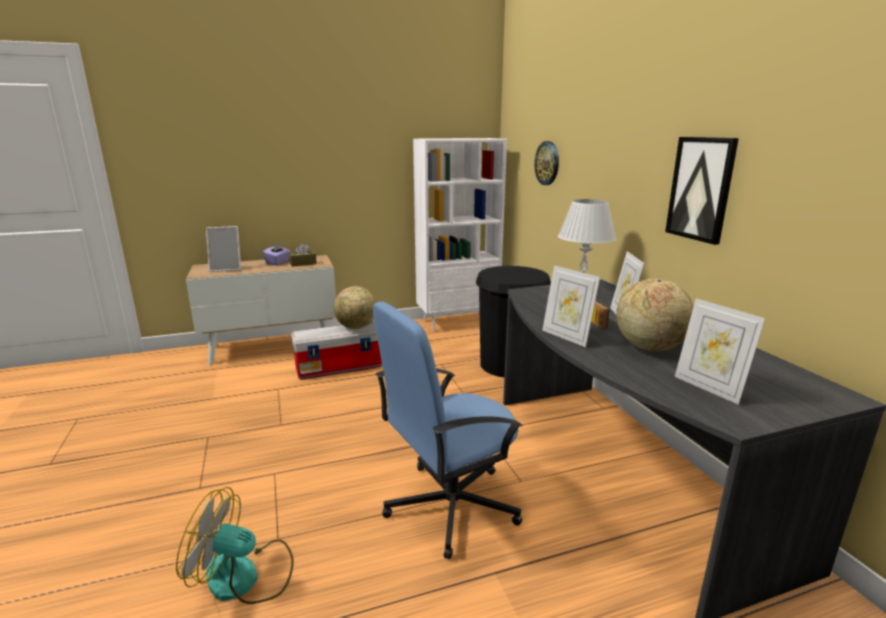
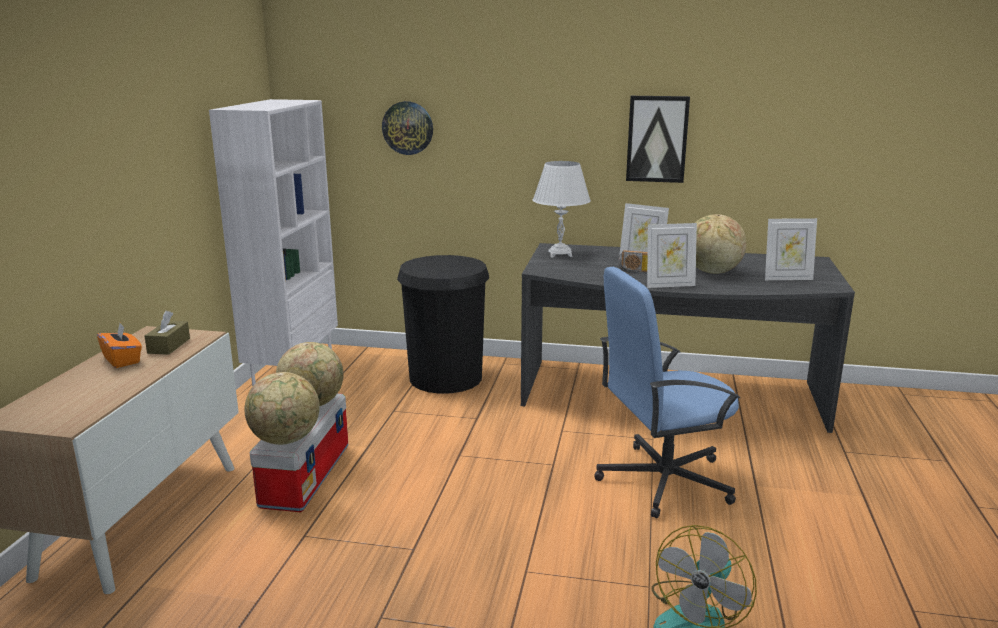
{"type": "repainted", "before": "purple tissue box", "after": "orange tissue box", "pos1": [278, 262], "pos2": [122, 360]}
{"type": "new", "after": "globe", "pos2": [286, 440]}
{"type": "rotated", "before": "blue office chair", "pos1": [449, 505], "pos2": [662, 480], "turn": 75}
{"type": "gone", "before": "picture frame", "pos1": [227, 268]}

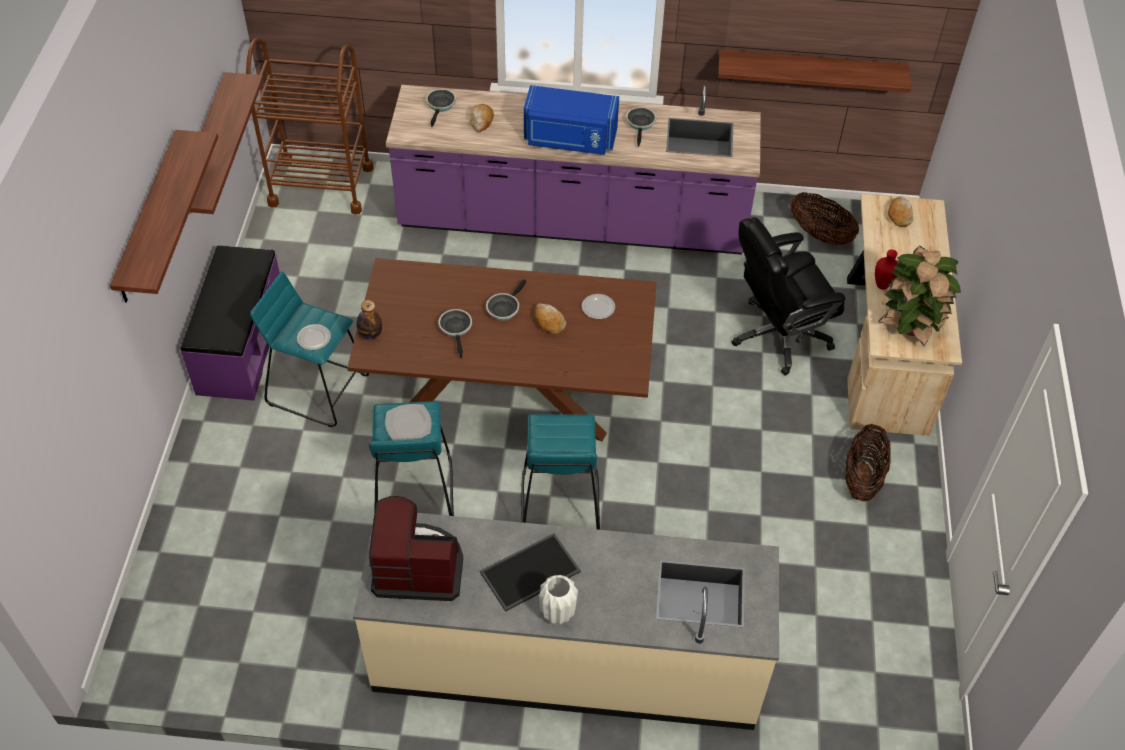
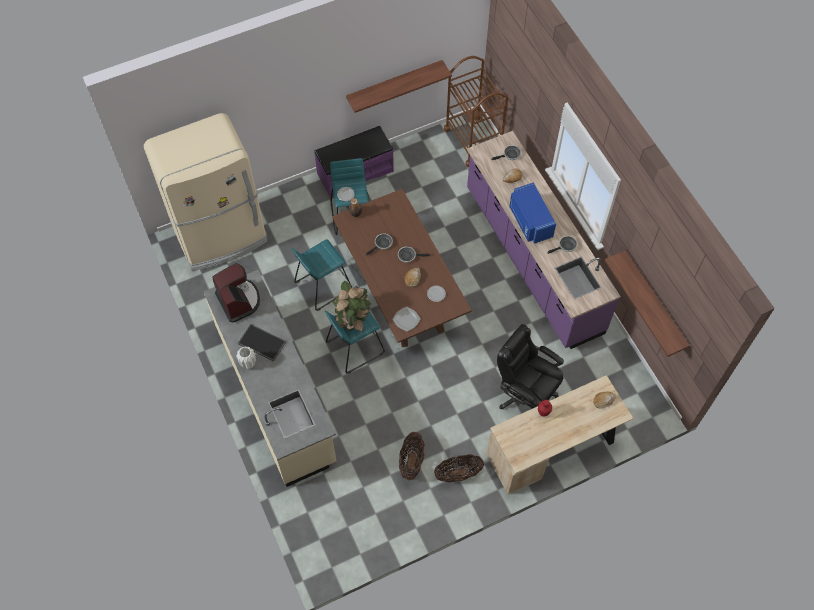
{"type": "new", "after": "beige fridge", "pos2": [221, 237]}
{"type": "shifted", "before": "potted plant", "pos1": [910, 325], "pos2": [352, 320]}
{"type": "shifted", "before": "plate", "pos1": [409, 424], "pos2": [406, 320]}
{"type": "shifted", "before": "basket", "pos1": [820, 235], "pos2": [411, 461]}
{"type": "gone", "before": "shelf", "pos1": [148, 218]}

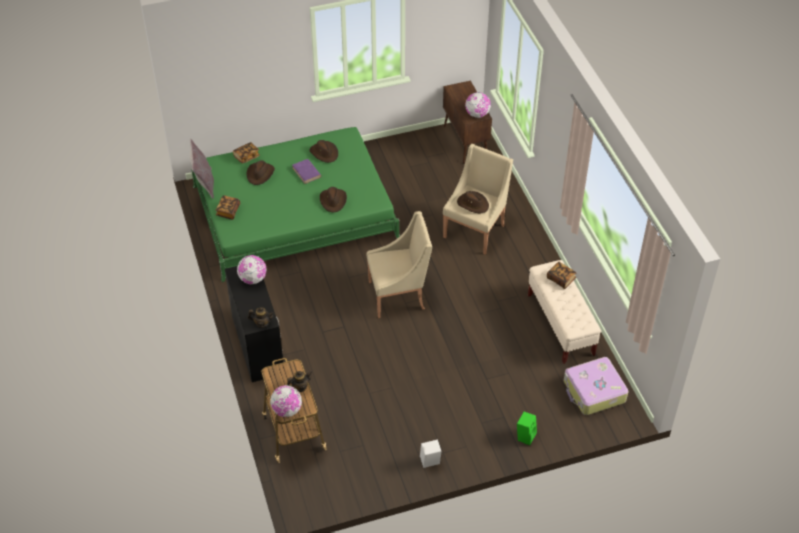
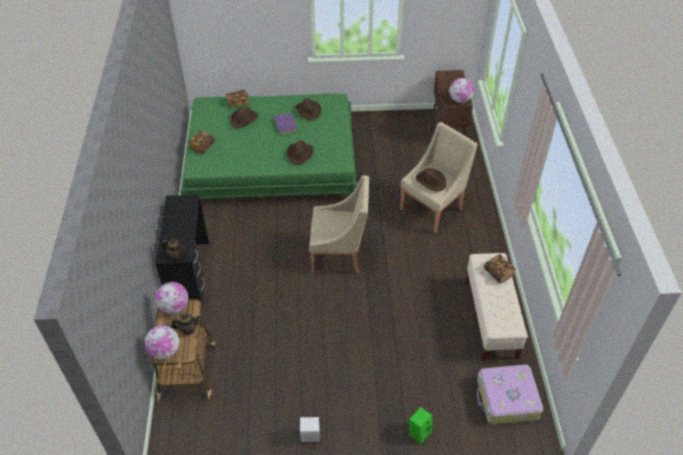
{"type": "shifted", "before": "globe", "pos1": [253, 279], "pos2": [174, 307]}
{"type": "gone", "before": "grey pillow", "pos1": [204, 184]}

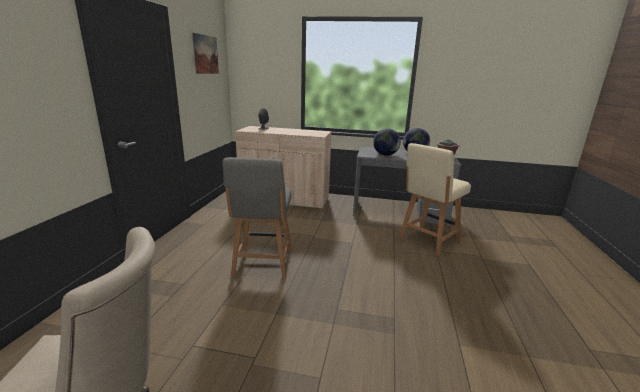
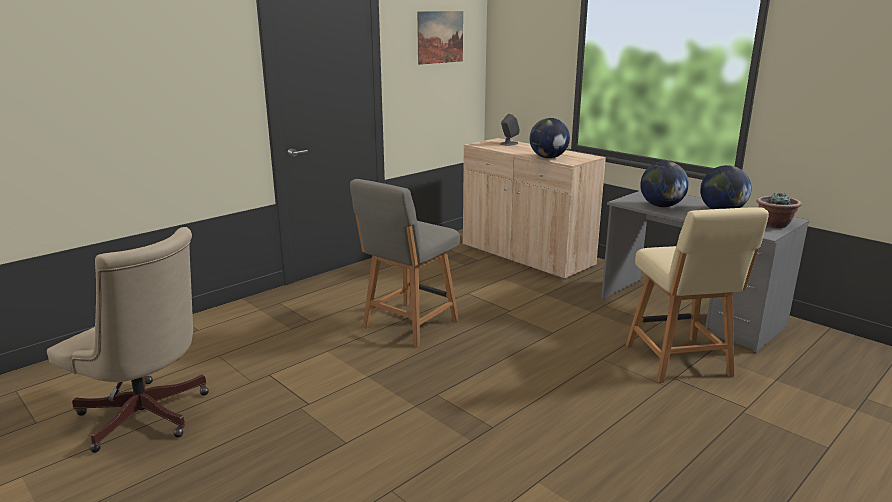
{"type": "new", "after": "globe", "pos2": [548, 157]}
{"type": "rotated", "before": "beige chair", "pos1": [427, 241], "pos2": [679, 362], "turn": -90}

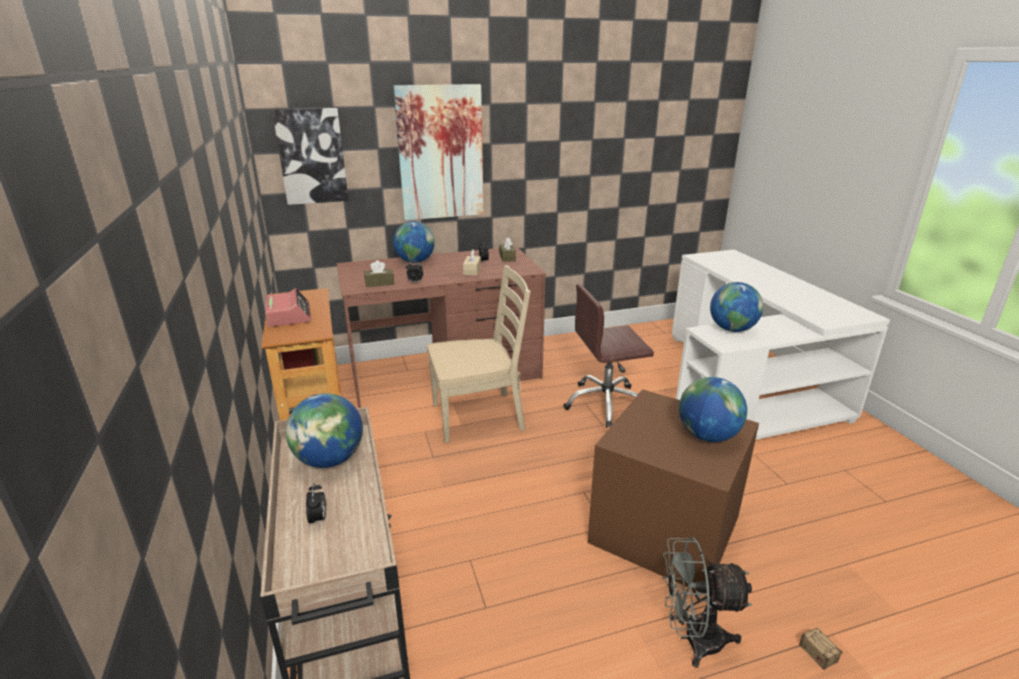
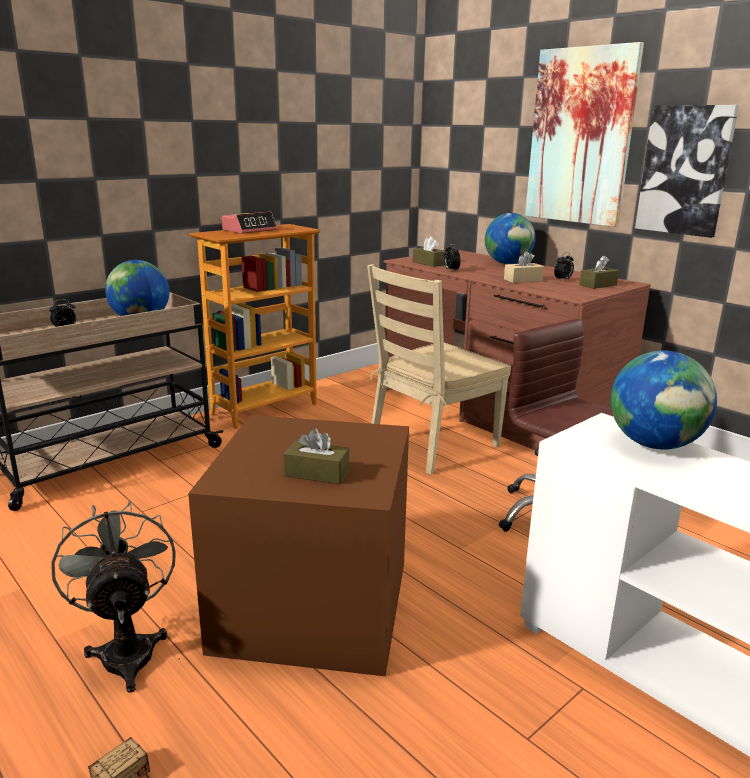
{"type": "swapped", "before": "globe", "after": "brown tissue box", "pos1": [707, 436], "pos2": [317, 473]}
{"type": "rotated", "before": "beige chair", "pos1": [478, 416], "pos2": [433, 444], "turn": 90}
{"type": "shifted", "before": "picture", "pos1": [312, 156], "pos2": [685, 170]}

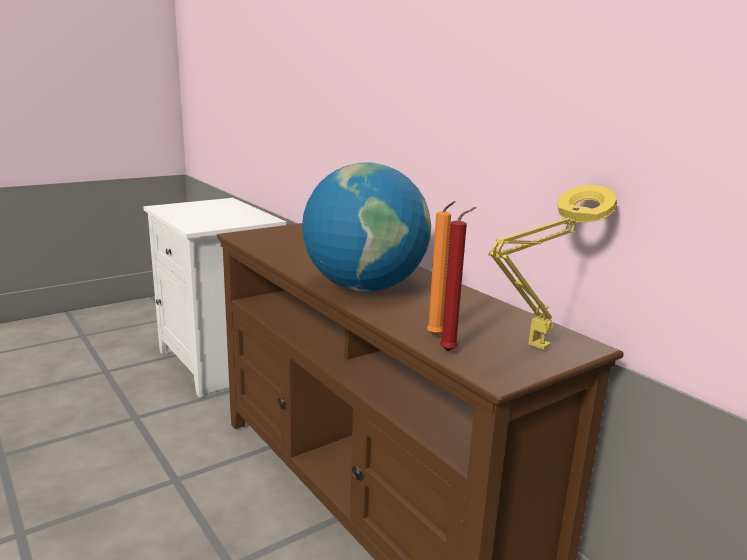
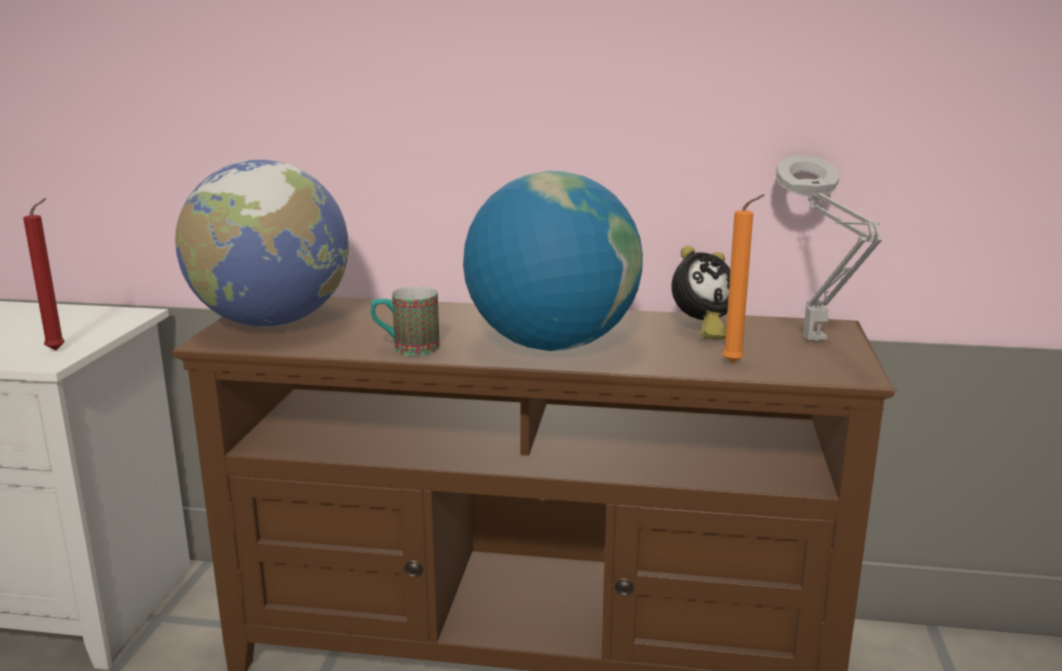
{"type": "shifted", "before": "red candle", "pos1": [451, 351], "pos2": [59, 349]}
{"type": "new", "after": "globe", "pos2": [271, 323]}
{"type": "new", "after": "mug", "pos2": [406, 348]}
{"type": "new", "after": "alarm clock", "pos2": [701, 330]}
{"type": "repainted", "before": "yellow table lamp", "after": "grey table lamp", "pos1": [535, 349], "pos2": [816, 342]}

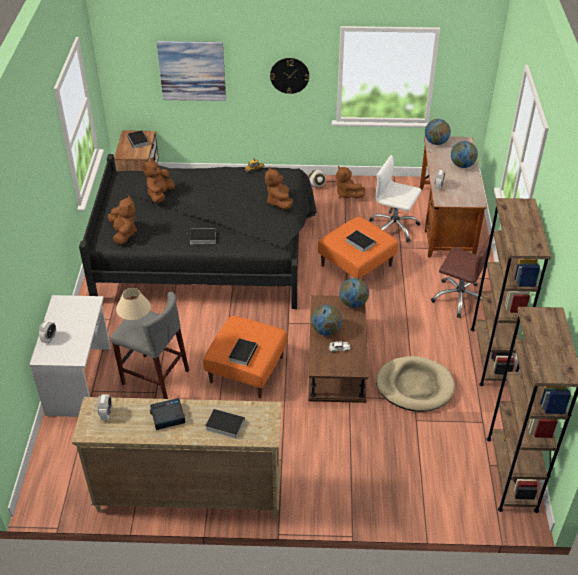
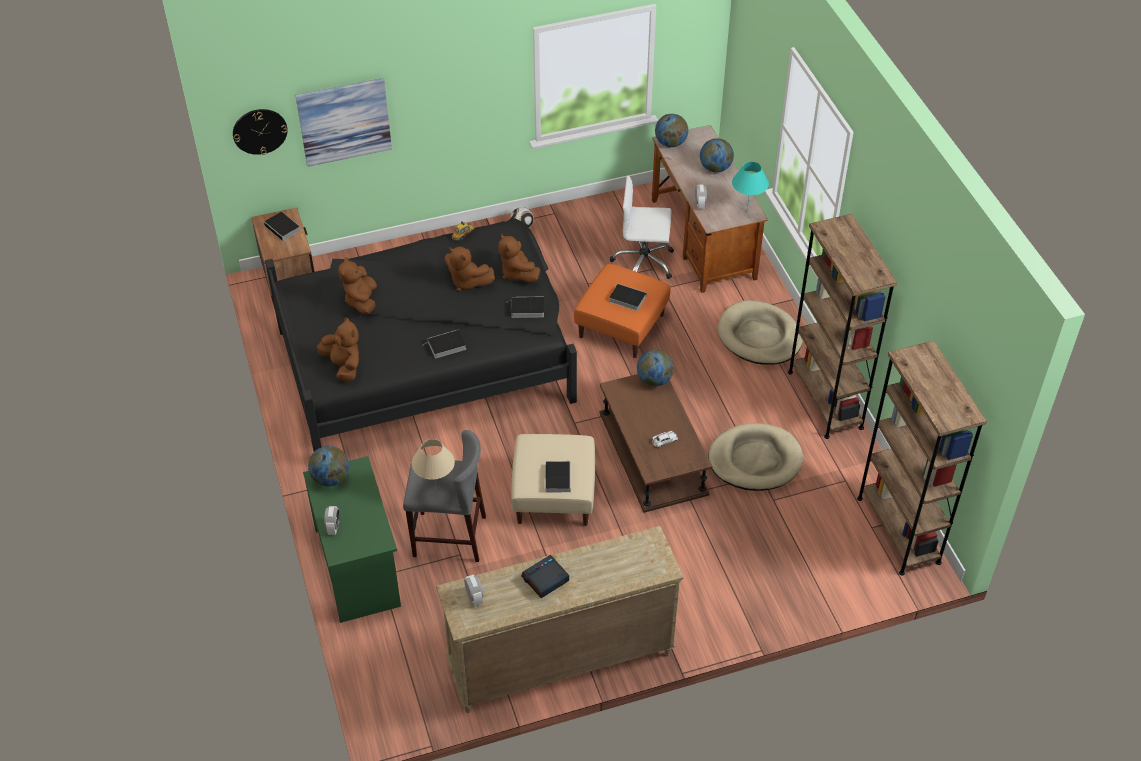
{"type": "shifted", "before": "wall clock", "pos1": [289, 75], "pos2": [260, 131]}
{"type": "repainted", "before": "white desk", "after": "green desk", "pos1": [80, 380], "pos2": [358, 567]}
{"type": "shifted", "before": "globe", "pos1": [326, 330], "pos2": [330, 478]}
{"type": "shifted", "before": "brown plush toy", "pos1": [347, 194], "pos2": [467, 281]}
{"type": "shifted", "before": "book", "pos1": [223, 425], "pos2": [526, 309]}
{"type": "repainted", "before": "orange ottoman", "after": "beige ottoman", "pos1": [247, 370], "pos2": [554, 495]}
{"type": "swapped", "before": "brown office chair", "after": "beige dog bed", "pos1": [459, 298], "pos2": [759, 336]}
{"type": "new", "after": "turquoise table lamp", "pos2": [747, 211]}

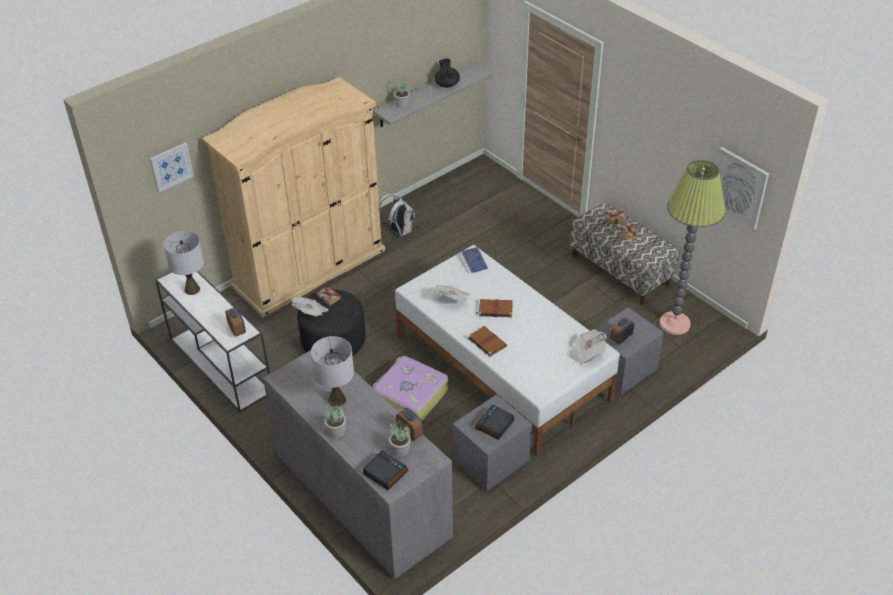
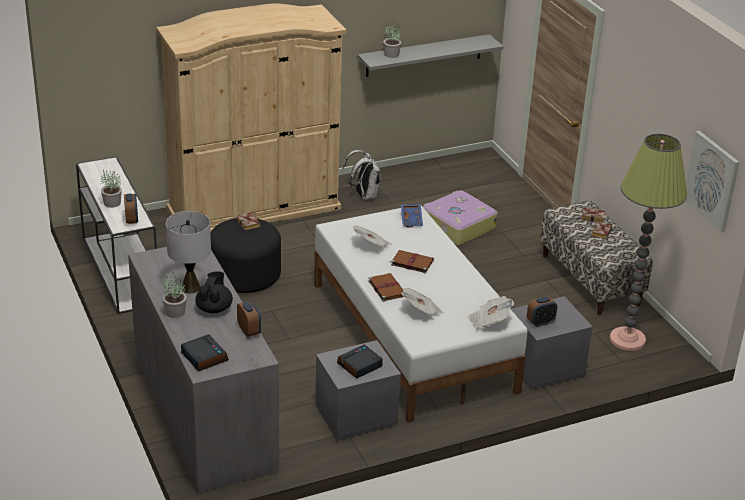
{"type": "shifted", "before": "potted plant", "pos1": [400, 449], "pos2": [111, 203]}
{"type": "shifted", "before": "black teapot", "pos1": [447, 84], "pos2": [214, 308]}
{"type": "shifted", "before": "newspaper", "pos1": [310, 313], "pos2": [421, 311]}
{"type": "shifted", "before": "suitcase", "pos1": [409, 396], "pos2": [457, 226]}
{"type": "gone", "before": "picture", "pos1": [171, 166]}
{"type": "gone", "before": "grey table lamp", "pos1": [192, 289]}

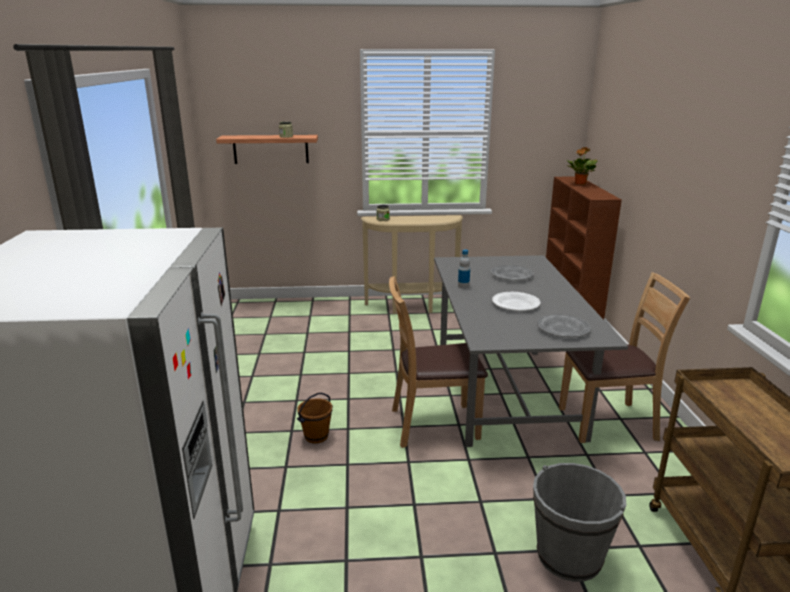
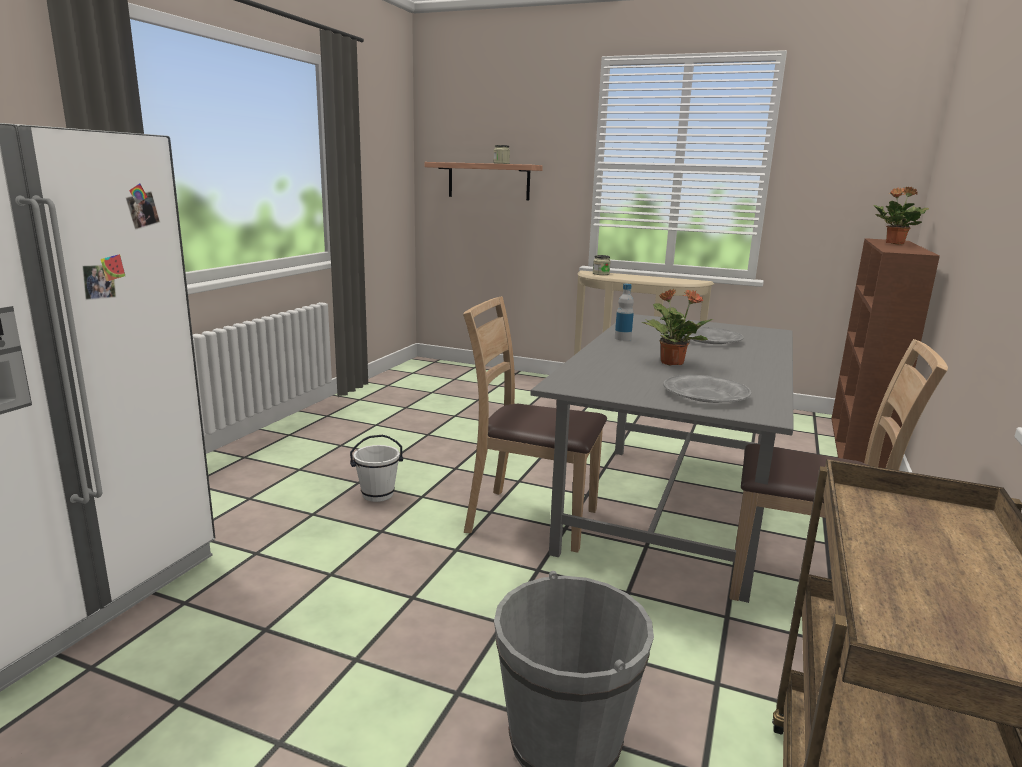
{"type": "repainted", "before": "brown bucket", "after": "white bucket", "pos1": [316, 436], "pos2": [377, 494]}
{"type": "swapped", "before": "white plate", "after": "potted plant", "pos1": [515, 304], "pos2": [671, 362]}

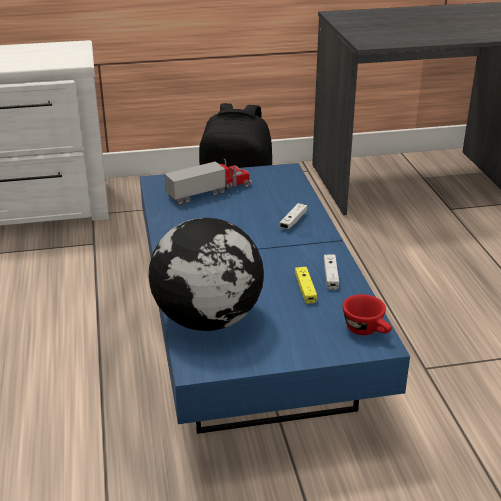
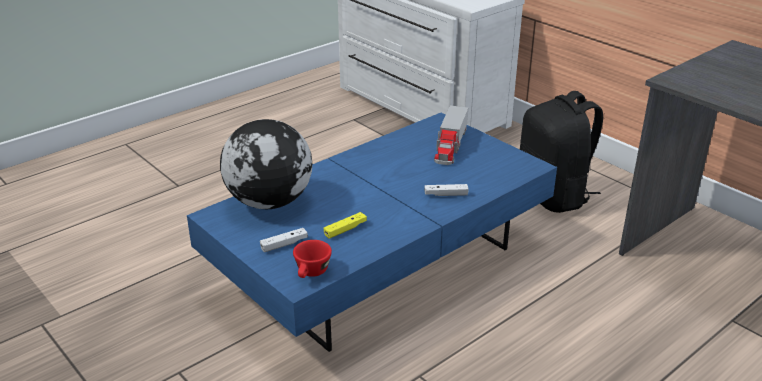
{"type": "shifted", "before": "white game controller", "pos1": [330, 276], "pos2": [284, 244]}
{"type": "rotated", "before": "toy truck", "pos1": [210, 192], "pos2": [450, 146], "turn": 75}

